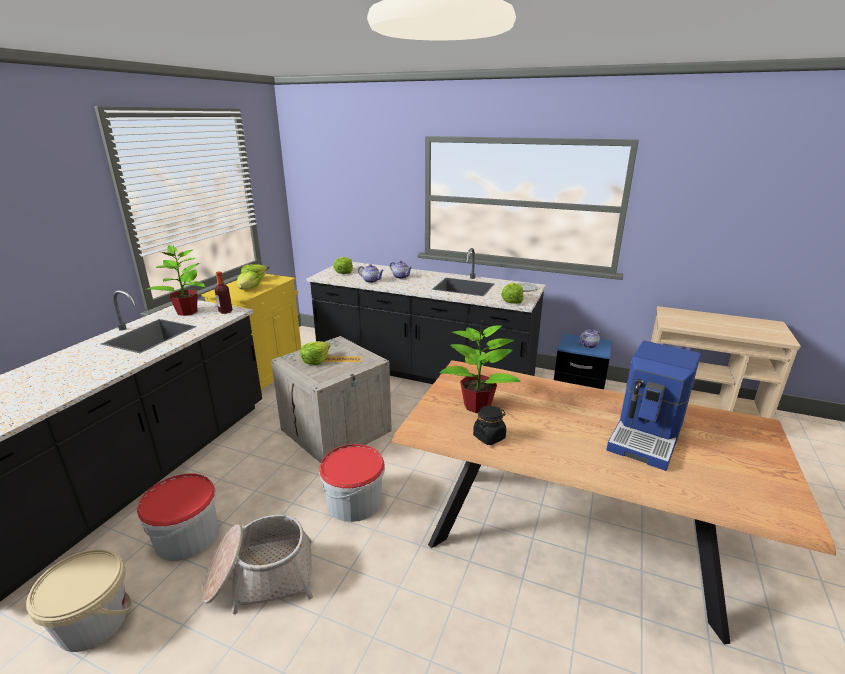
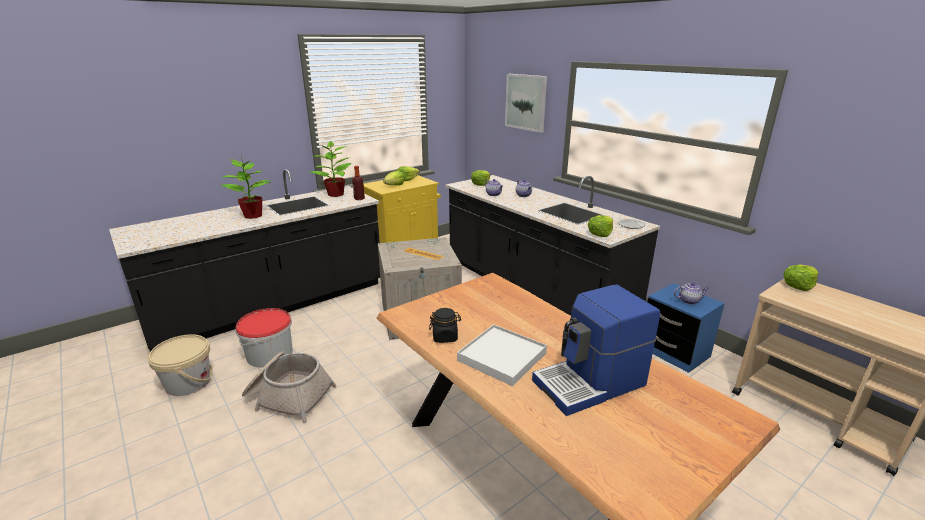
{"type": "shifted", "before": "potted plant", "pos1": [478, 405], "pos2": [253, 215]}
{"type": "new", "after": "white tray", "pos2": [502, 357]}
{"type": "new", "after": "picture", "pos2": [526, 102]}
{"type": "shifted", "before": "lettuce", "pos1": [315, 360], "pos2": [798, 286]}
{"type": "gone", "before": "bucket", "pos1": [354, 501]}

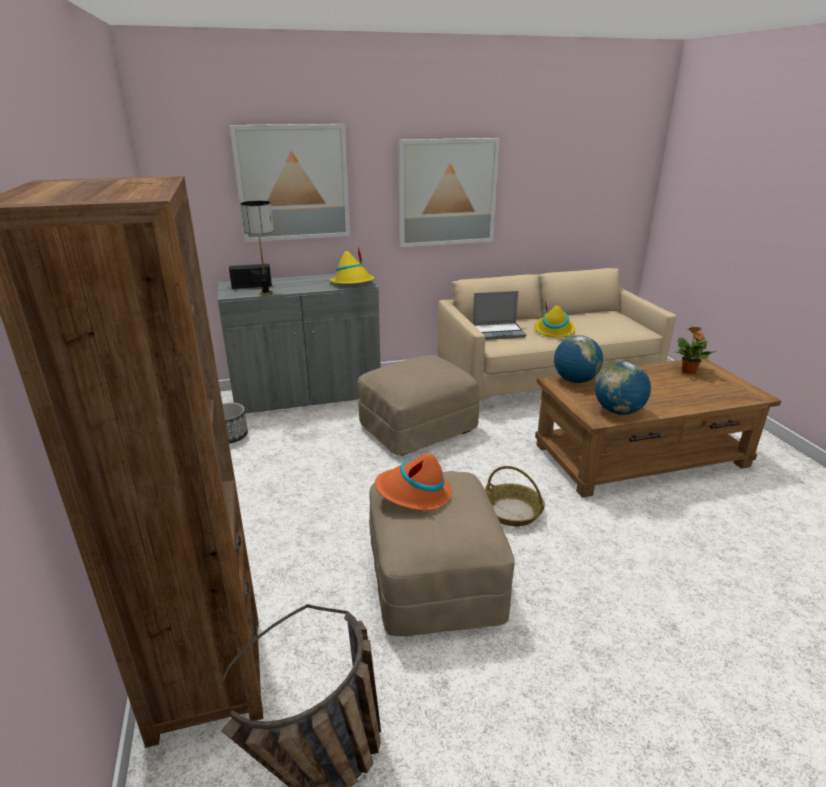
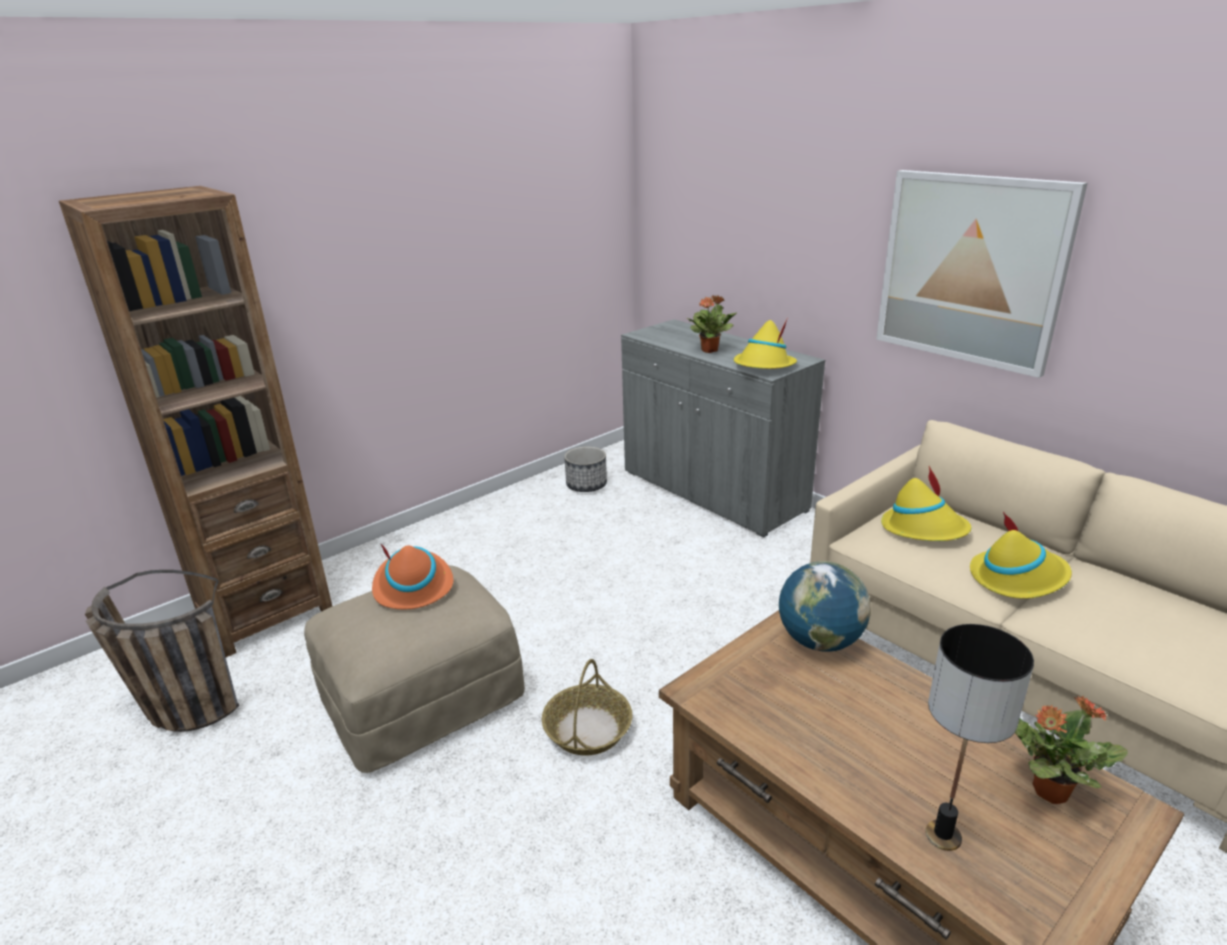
{"type": "new", "after": "potted plant", "pos2": [710, 350]}
{"type": "swapped", "before": "laptop", "after": "yellow hat", "pos1": [499, 332], "pos2": [924, 529]}
{"type": "shifted", "before": "table lamp", "pos1": [266, 293], "pos2": [944, 835]}
{"type": "gone", "before": "radio", "pos1": [252, 286]}
{"type": "gone", "before": "picture", "pos1": [293, 183]}
{"type": "gone", "before": "beige ottoman", "pos1": [417, 428]}
{"type": "gone", "before": "globe", "pos1": [618, 411]}

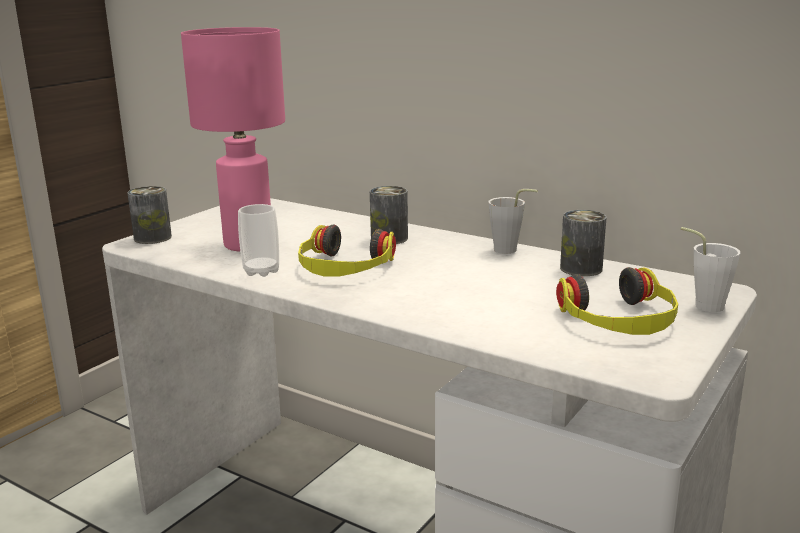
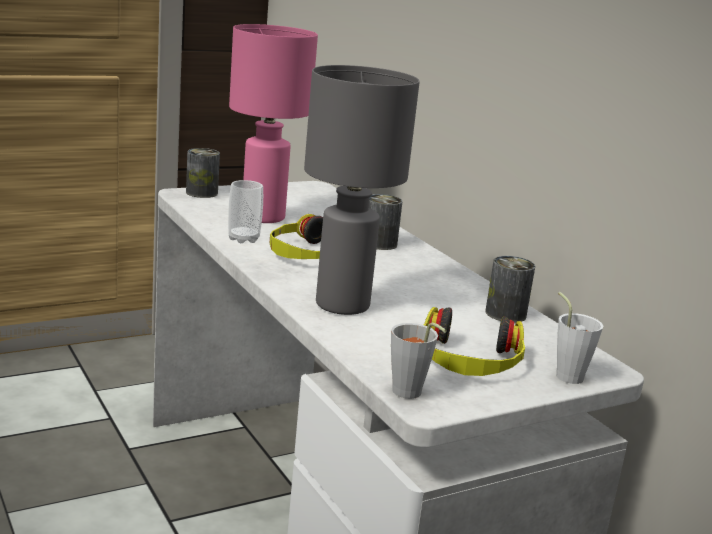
{"type": "new", "after": "grey table lamp", "pos2": [341, 305]}
{"type": "shifted", "before": "grey cup", "pos1": [510, 251], "pos2": [410, 394]}

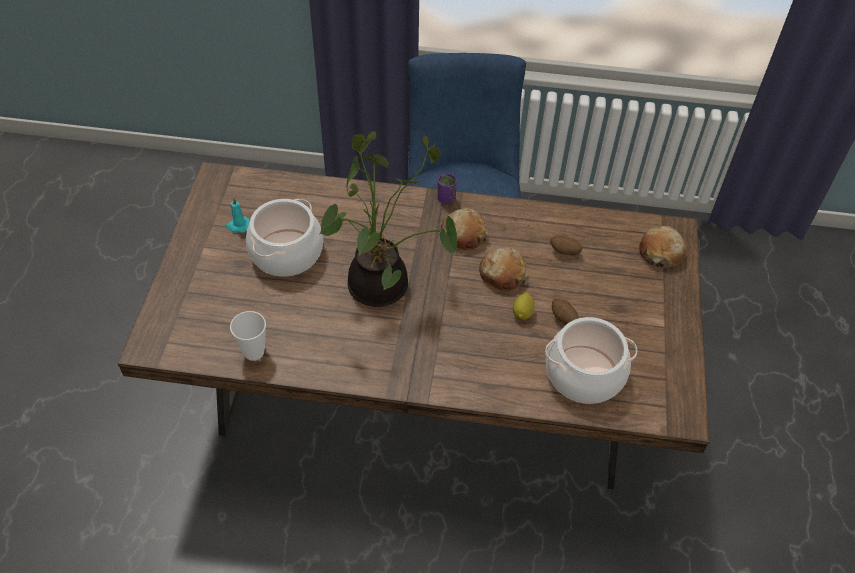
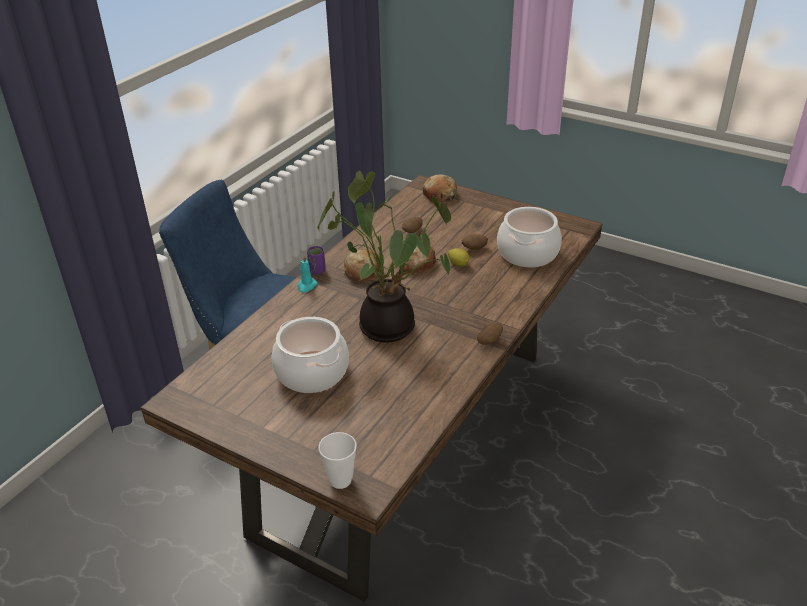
{"type": "shifted", "before": "turquoise candle", "pos1": [238, 226], "pos2": [306, 286]}
{"type": "shifted", "before": "cup", "pos1": [254, 352], "pos2": [340, 480]}
{"type": "new", "after": "potato", "pos2": [489, 341]}

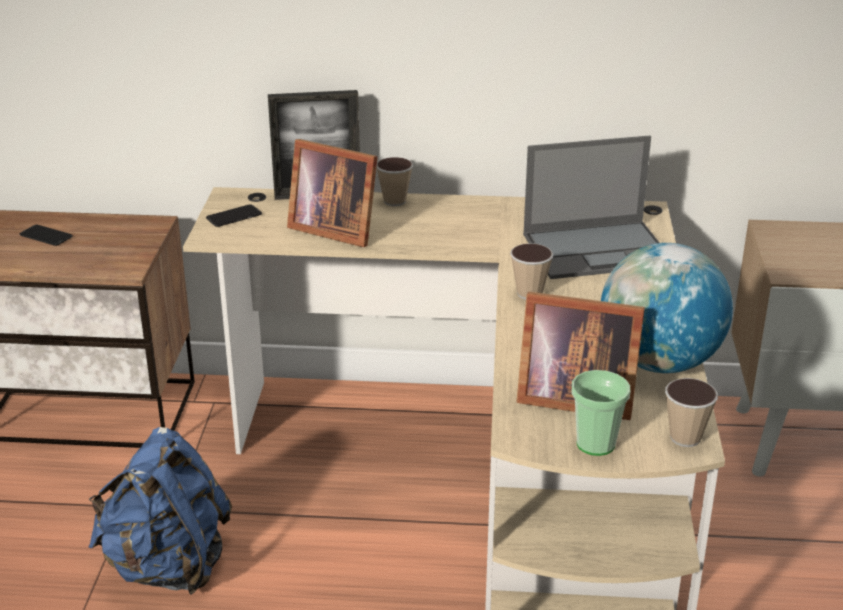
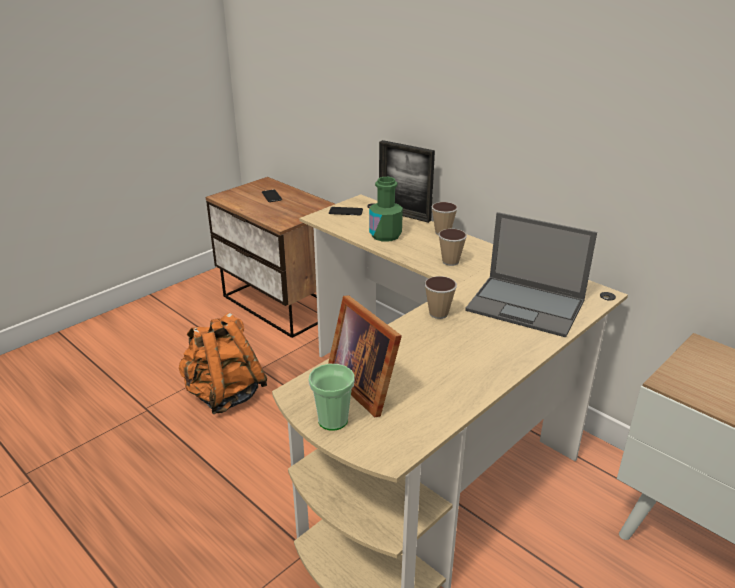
{"type": "repainted", "before": "blue backpack", "after": "orange backpack", "pos1": [168, 566], "pos2": [224, 395]}
{"type": "swapped", "before": "picture frame", "after": "green bottle", "pos1": [333, 229], "pos2": [385, 235]}
{"type": "shifted", "before": "cup", "pos1": [685, 438], "pos2": [450, 262]}
{"type": "gone", "before": "globe", "pos1": [659, 362]}

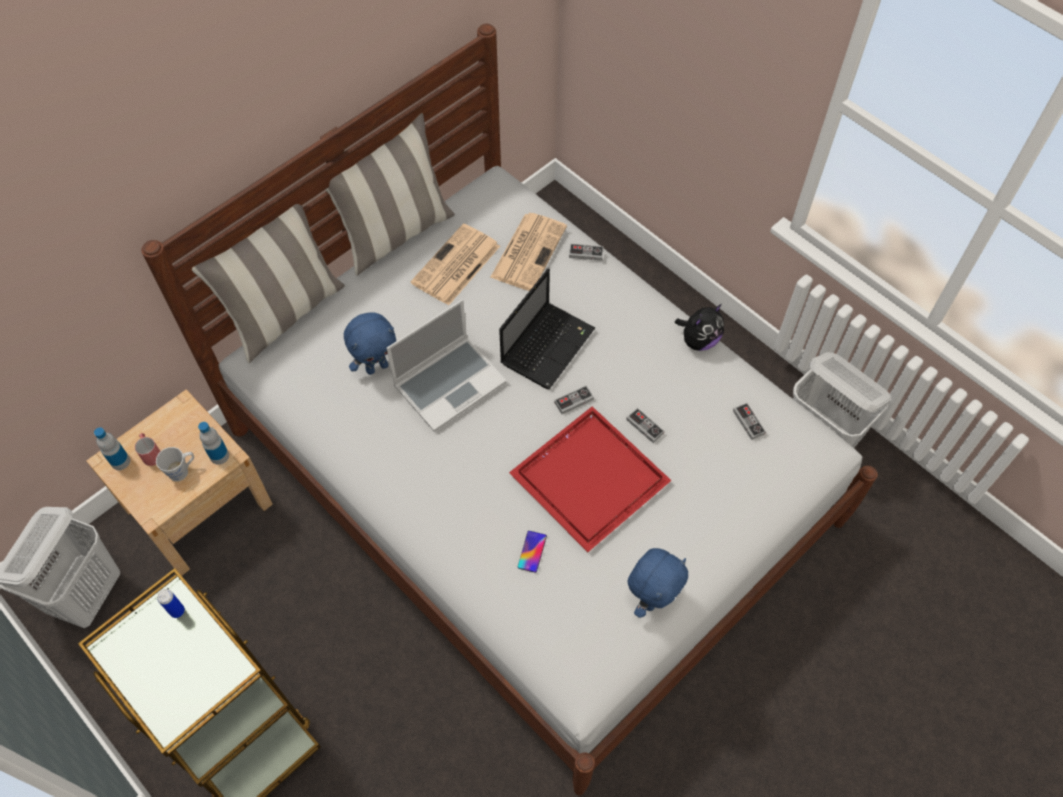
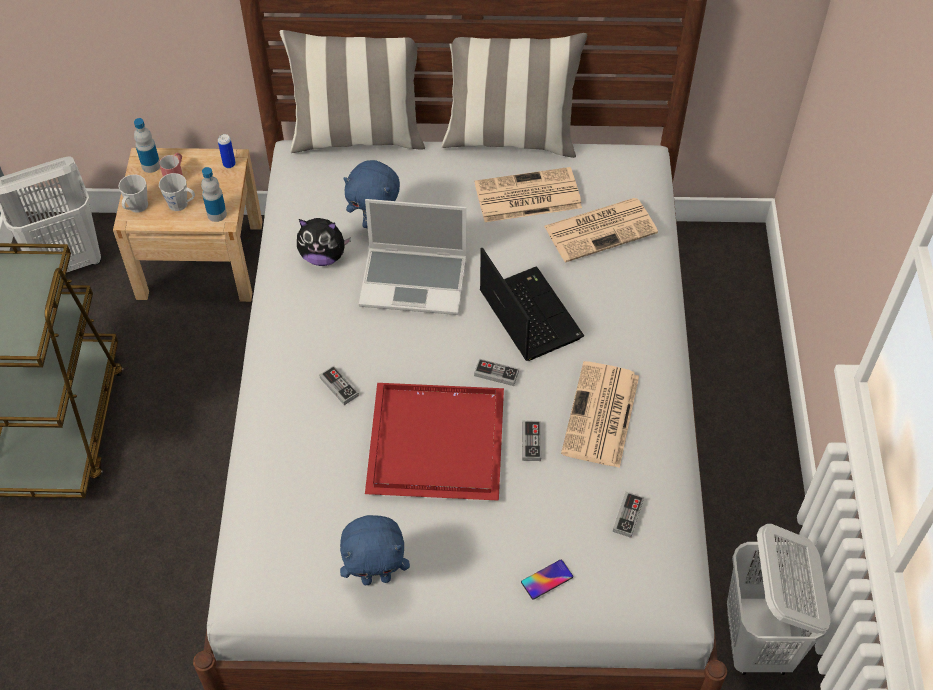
{"type": "new", "after": "grey mug", "pos2": [136, 208]}
{"type": "shifted", "before": "can", "pos1": [177, 611], "pos2": [229, 164]}
{"type": "shifted", "before": "plush toy", "pos1": [698, 340], "pos2": [323, 256]}
{"type": "shifted", "before": "game controller", "pos1": [586, 253], "pos2": [339, 387]}
{"type": "rotated", "before": "laptop", "pos1": [548, 344], "pos2": [528, 314], "turn": -105}
{"type": "shifted", "before": "phone", "pos1": [532, 551], "pos2": [547, 579]}
{"type": "new", "after": "newspaper", "pos2": [601, 416]}

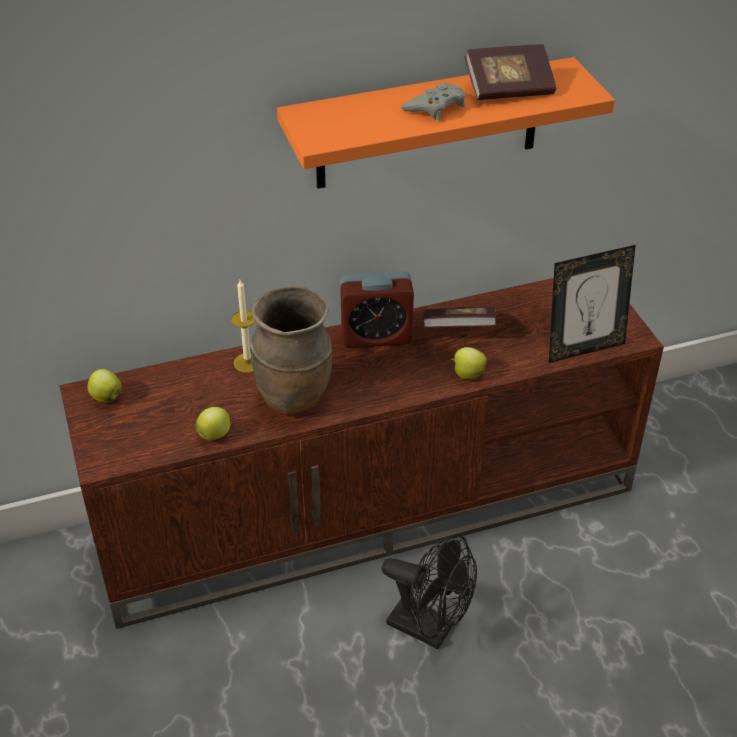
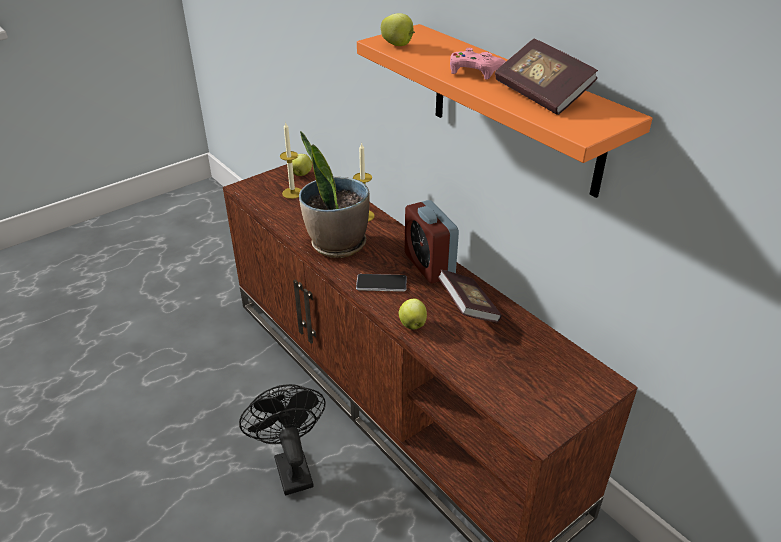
{"type": "rotated", "before": "black fan", "pos1": [430, 629], "pos2": [290, 466], "turn": 150}
{"type": "new", "after": "candle", "pos2": [292, 193]}
{"type": "swapped", "before": "brown vase", "after": "potted plant", "pos1": [294, 398], "pos2": [337, 244]}
{"type": "new", "after": "phone", "pos2": [381, 284]}
{"type": "shifted", "before": "apple", "pos1": [215, 434], "pos2": [398, 45]}
{"type": "repainted", "before": "grey game controller", "after": "pink game controller", "pos1": [435, 107], "pos2": [475, 71]}
{"type": "gone", "before": "picture frame", "pos1": [583, 348]}

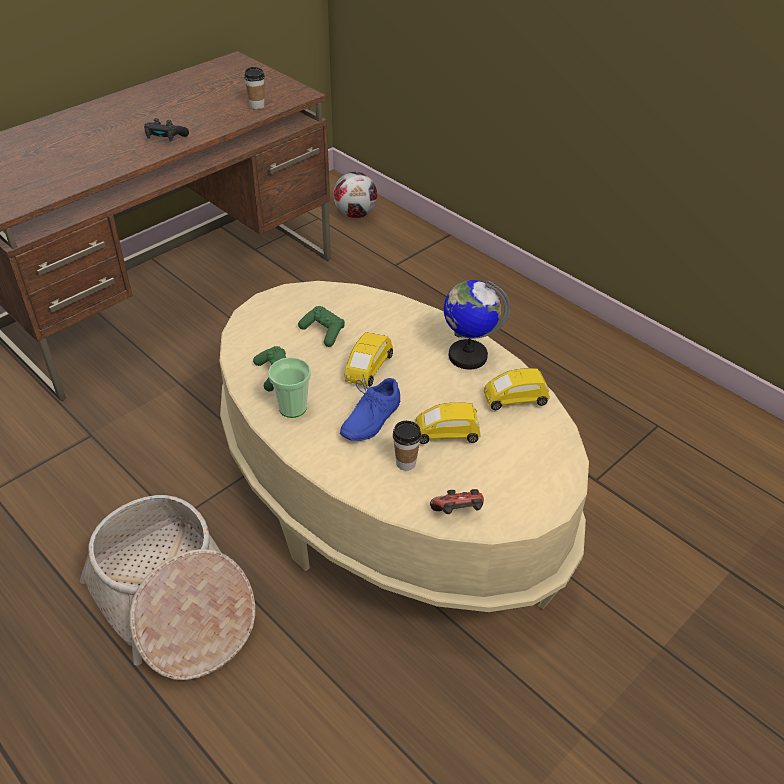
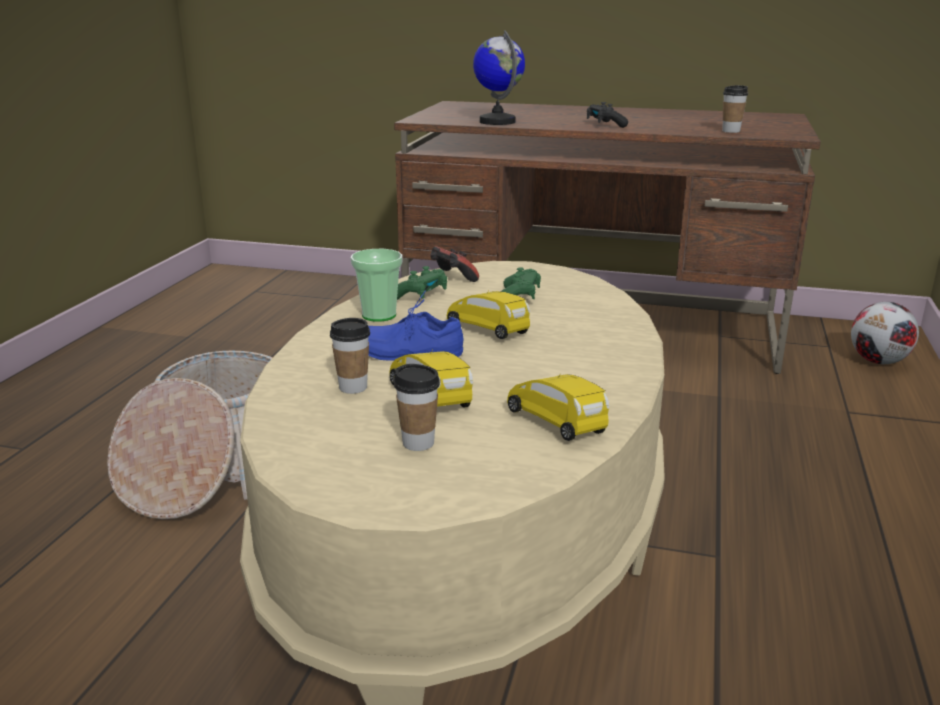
{"type": "new", "after": "cup", "pos2": [418, 443]}
{"type": "shifted", "before": "game controller", "pos1": [458, 513], "pos2": [452, 278]}
{"type": "rotated", "before": "yellow toy car", "pos1": [368, 369], "pos2": [489, 331], "turn": 45}
{"type": "shifted", "before": "globe", "pos1": [467, 356], "pos2": [497, 122]}

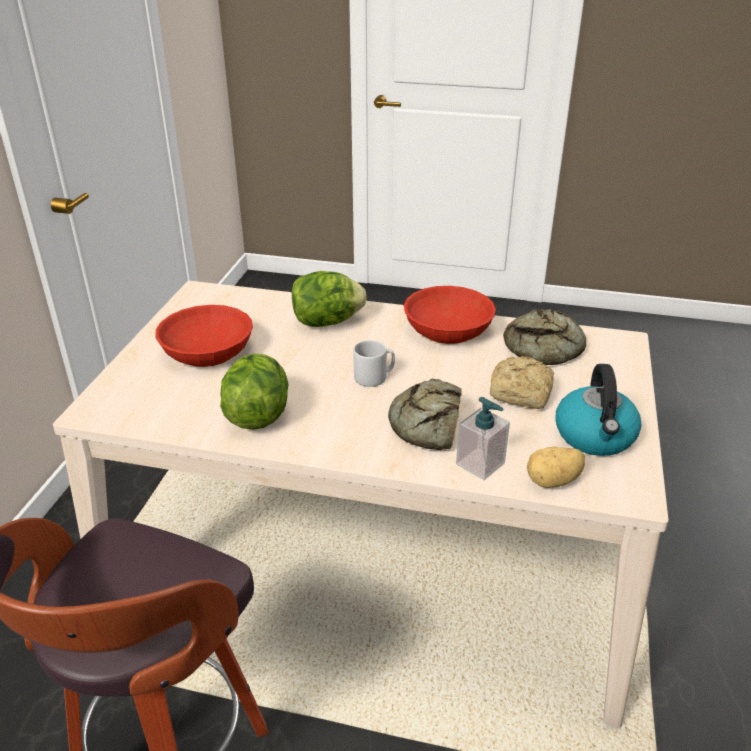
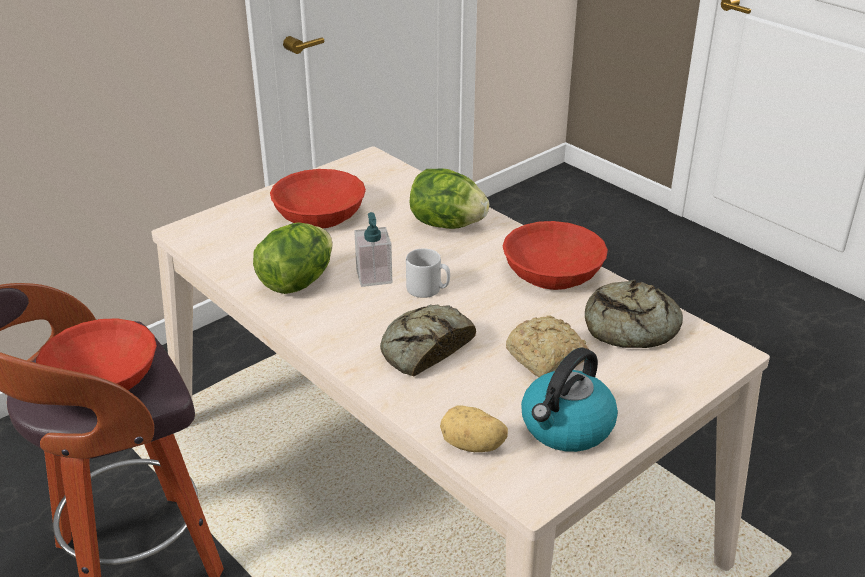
{"type": "new", "after": "red bowl", "pos2": [103, 377]}
{"type": "shifted", "before": "soap dispenser", "pos1": [480, 464], "pos2": [374, 277]}

